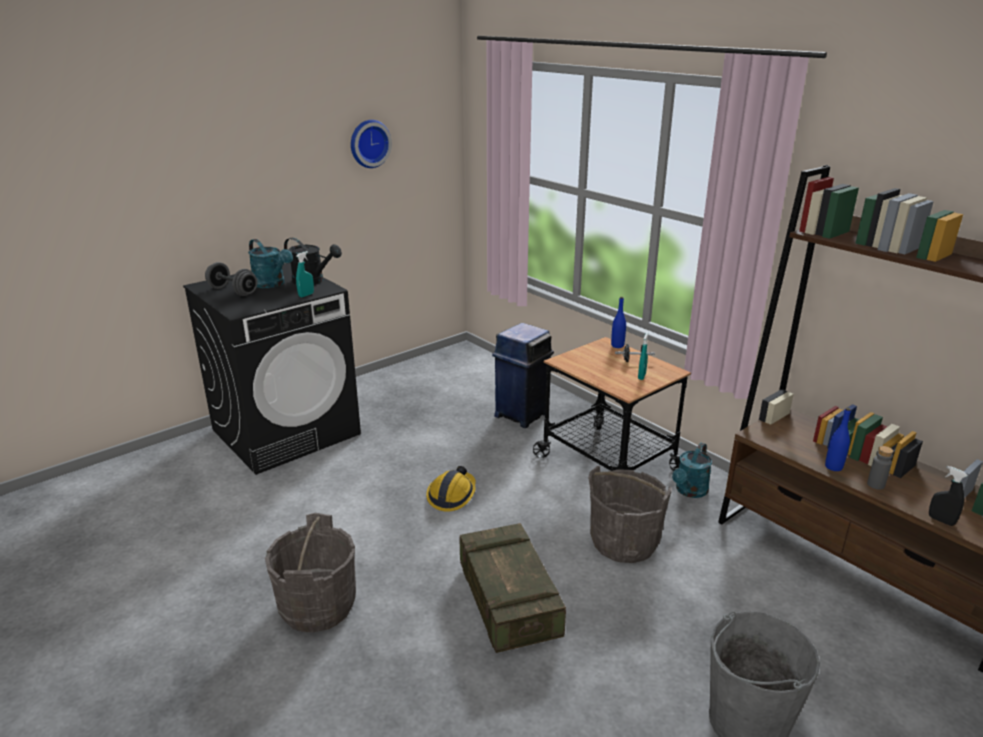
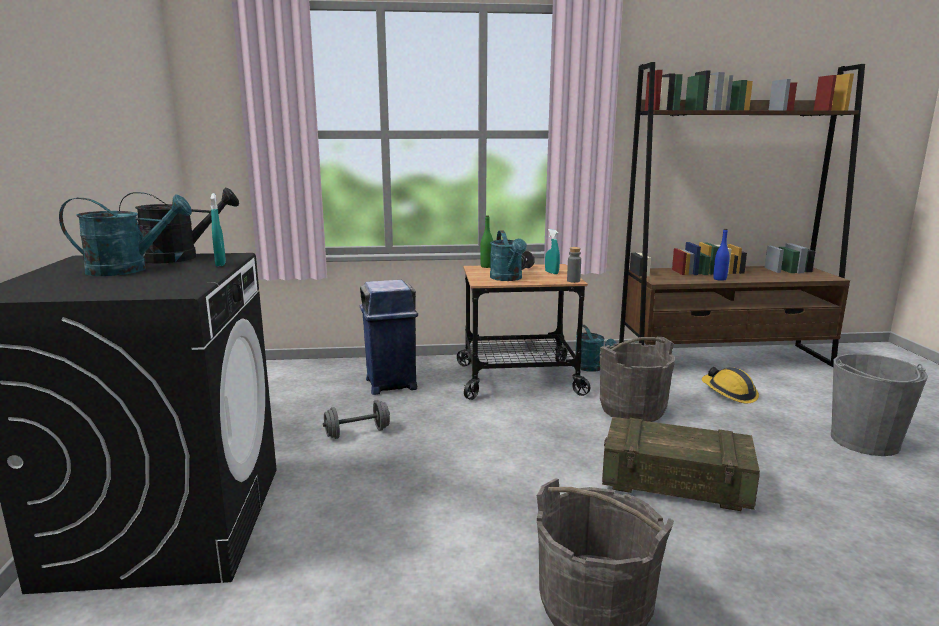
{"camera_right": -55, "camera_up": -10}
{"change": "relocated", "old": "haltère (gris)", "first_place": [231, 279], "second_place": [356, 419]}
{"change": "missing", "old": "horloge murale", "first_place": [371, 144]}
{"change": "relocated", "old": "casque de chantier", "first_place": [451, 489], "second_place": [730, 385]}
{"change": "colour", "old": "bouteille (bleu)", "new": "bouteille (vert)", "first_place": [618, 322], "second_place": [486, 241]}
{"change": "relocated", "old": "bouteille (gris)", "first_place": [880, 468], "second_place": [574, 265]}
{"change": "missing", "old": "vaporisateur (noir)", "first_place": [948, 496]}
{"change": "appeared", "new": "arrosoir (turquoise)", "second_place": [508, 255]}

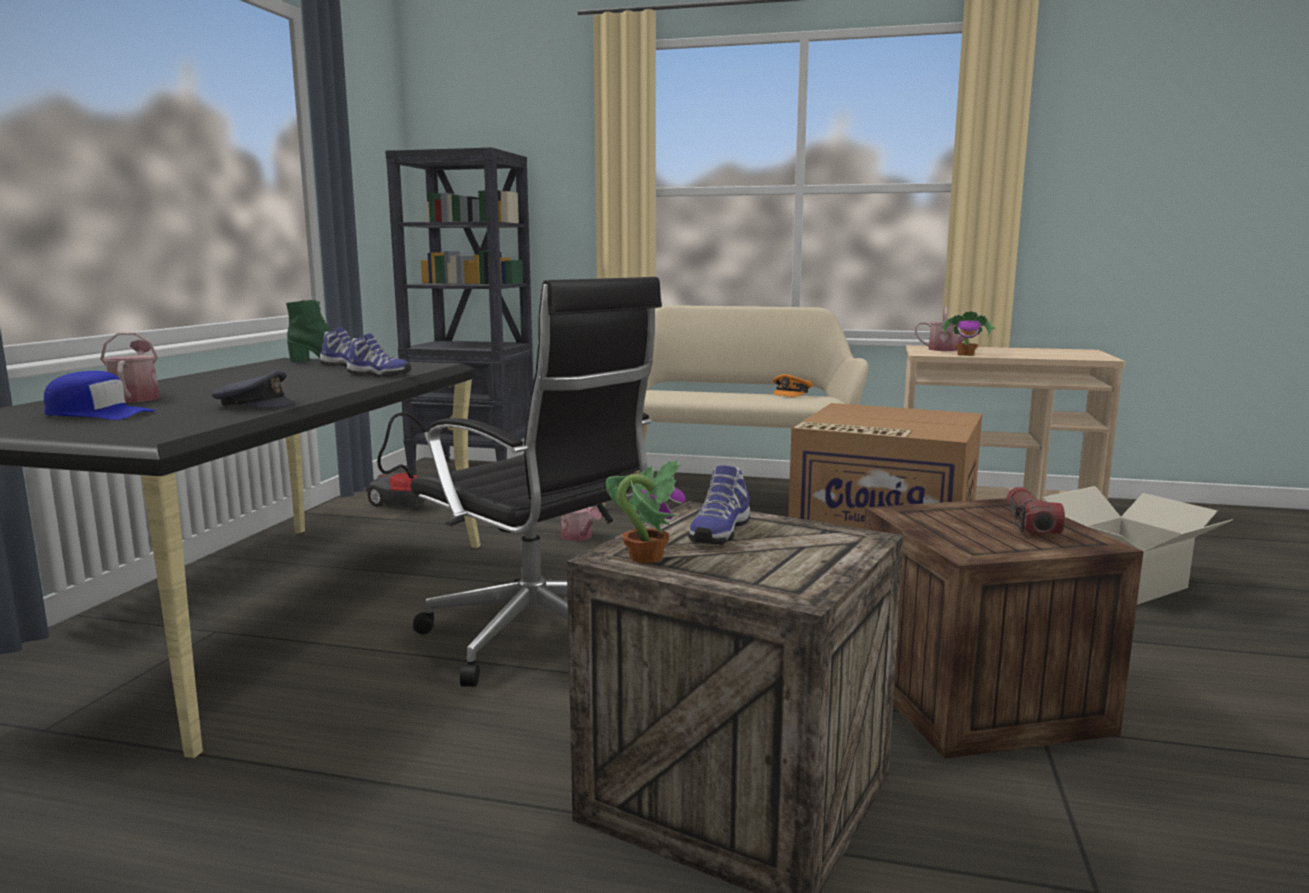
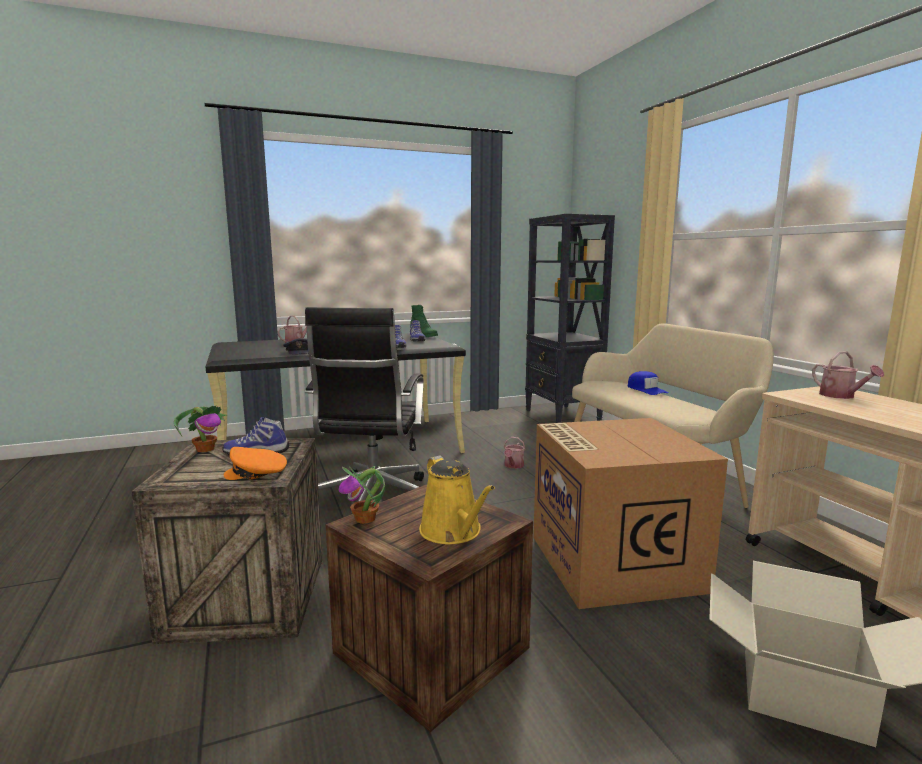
{"camera_right": 55, "camera_up": 0}
{"change": "relocated", "old": "casquette (bleu)", "first_place": [100, 395], "second_place": [648, 383]}
{"change": "missing", "old": "aspirateur", "first_place": [415, 469]}
{"change": "relocated", "old": "casquette (orange)", "first_place": [793, 385], "second_place": [255, 463]}
{"change": "relocated", "old": "plante en pot", "first_place": [968, 333], "second_place": [362, 495]}
{"change": "exchanged", "old": "lampe de poche", "new": "arrosoir (jaune)", "first_place": [1036, 511], "second_place": [457, 500]}

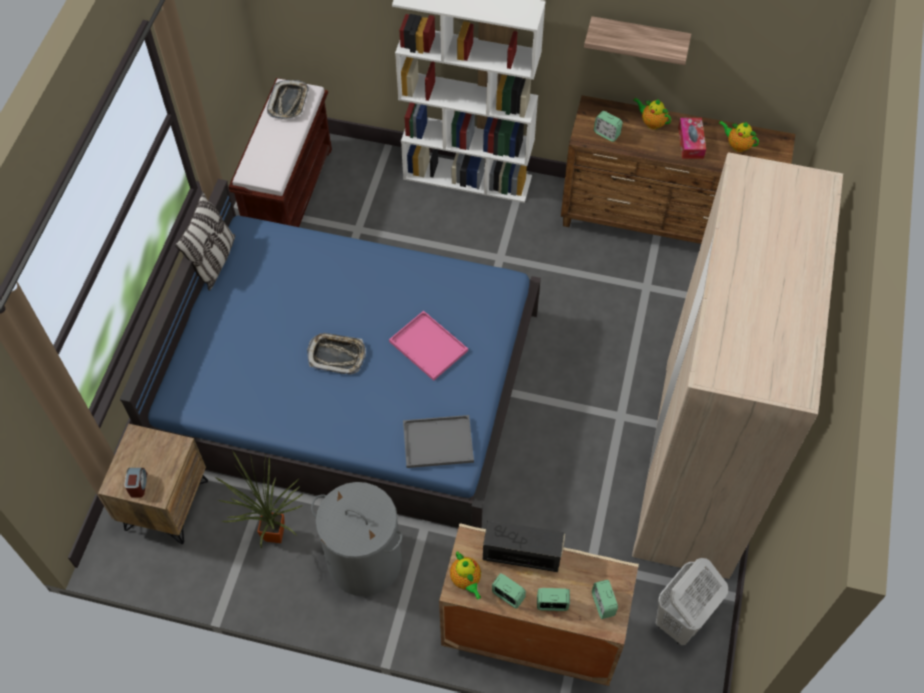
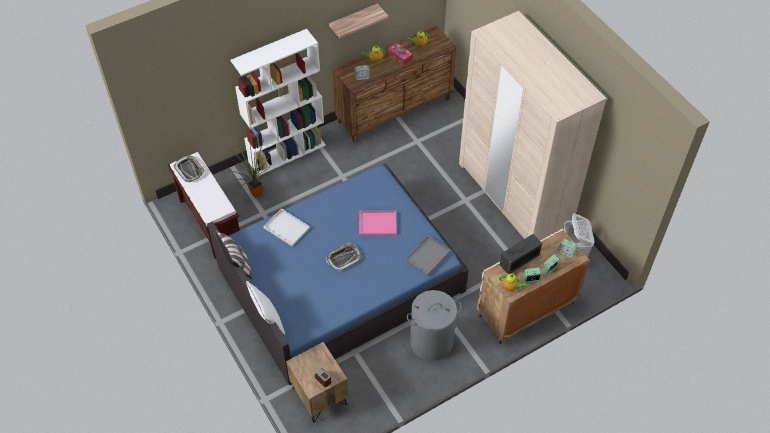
{"camera_right": -45, "camera_up": -5}
{"change": "relocated", "old": "plante en pot", "first_place": [259, 499], "second_place": [251, 167]}
{"change": "appeared", "new": "coussin (blanc)", "second_place": [265, 307]}
{"change": "appeared", "new": "plateau (blanc)", "second_place": [287, 227]}

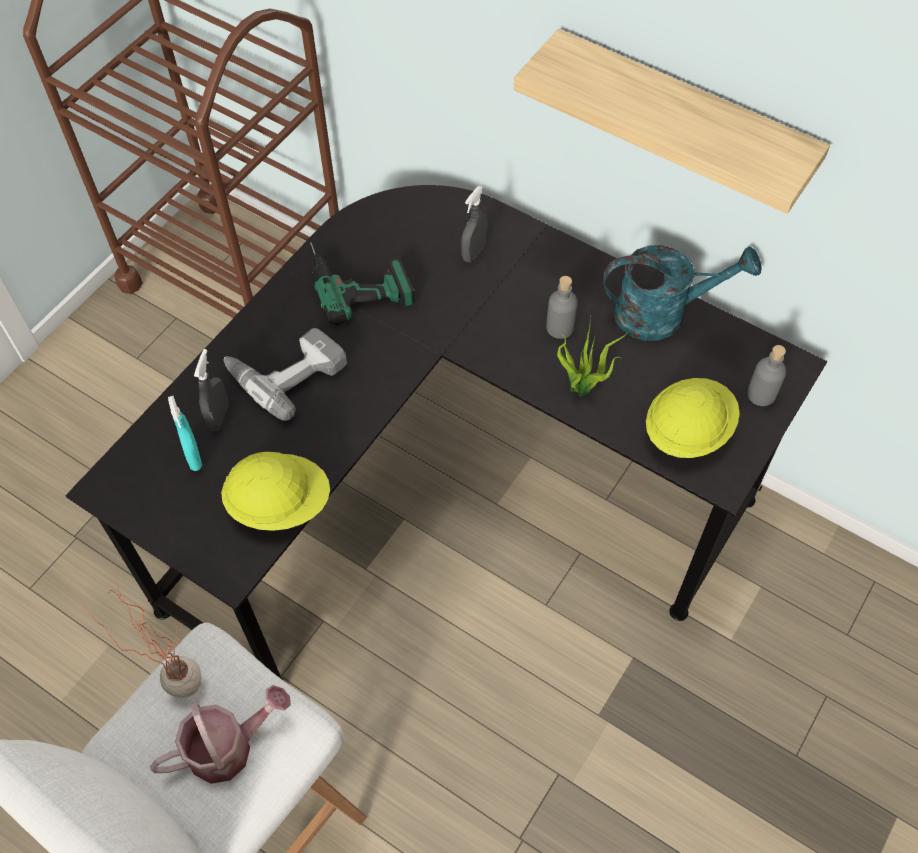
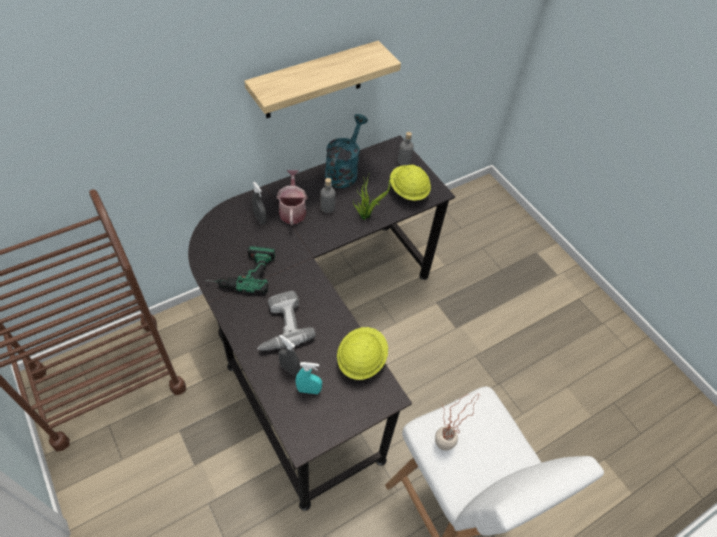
{"camera_right": -70, "camera_up": -5}
{"change": "relocated", "old": "arrosoir", "first_place": [220, 734], "second_place": [291, 198]}

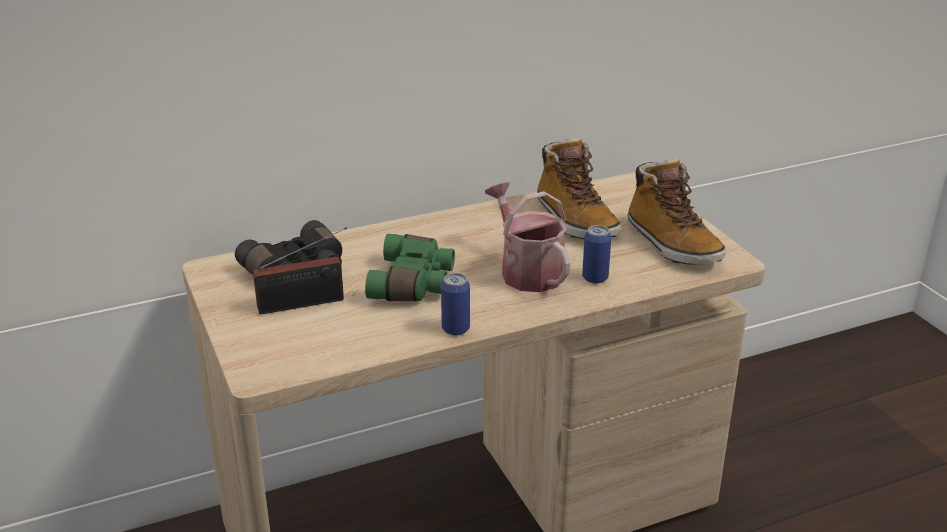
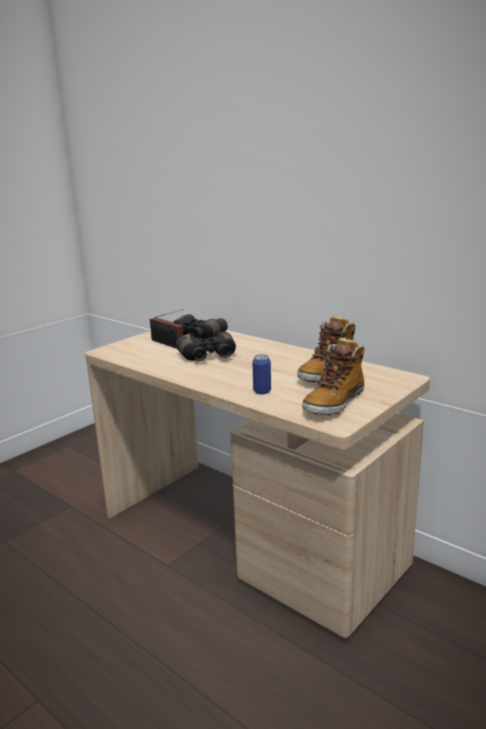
{"camera_right": 65, "camera_up": -10}
{"change": "colour", "old": "jumelles (vert)", "new": "jumelles (noir)", "first_place": [410, 267], "second_place": [206, 346]}
{"change": "missing", "old": "boîte métallique", "first_place": [455, 304]}
{"change": "missing", "old": "arrosoir", "first_place": [527, 237]}

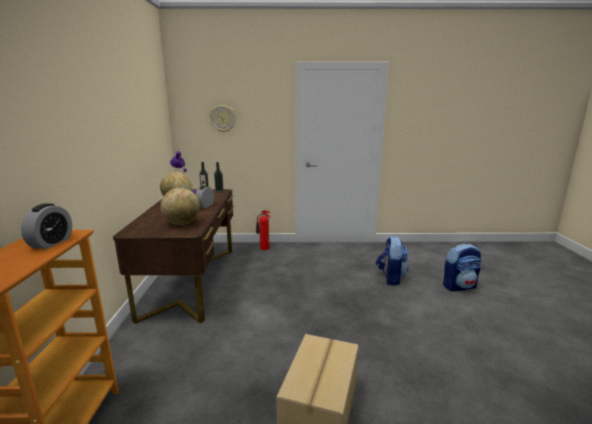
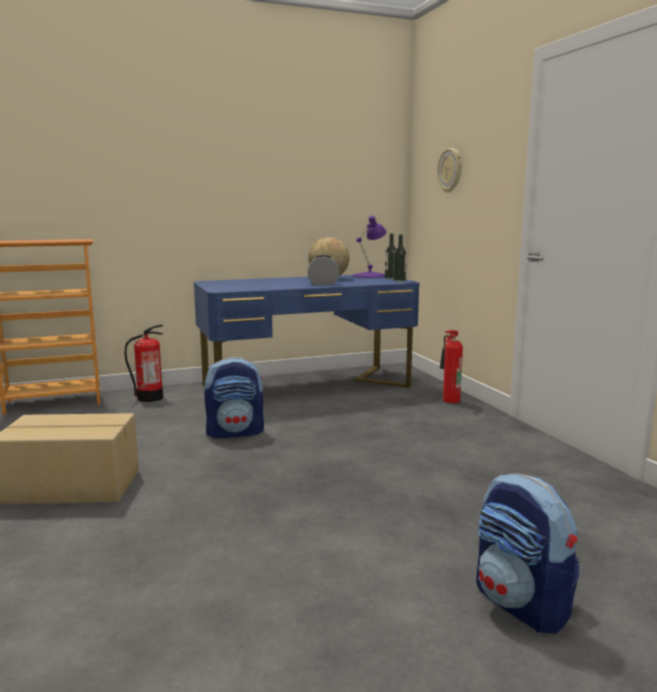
{"camera_right": 70, "camera_up": -5}
{"change": "missing", "old": "réveil", "first_place": [46, 226]}
{"change": "colour", "old": "bureau (marron)", "new": "bureau (bleu)", "first_place": [173, 256], "second_place": [307, 331]}
{"change": "missing", "old": "globe", "first_place": [180, 206]}
{"change": "relocated", "old": "sac à dos", "first_place": [392, 261], "second_place": [234, 397]}
{"change": "appeared", "new": "extincteur", "second_place": [143, 363]}

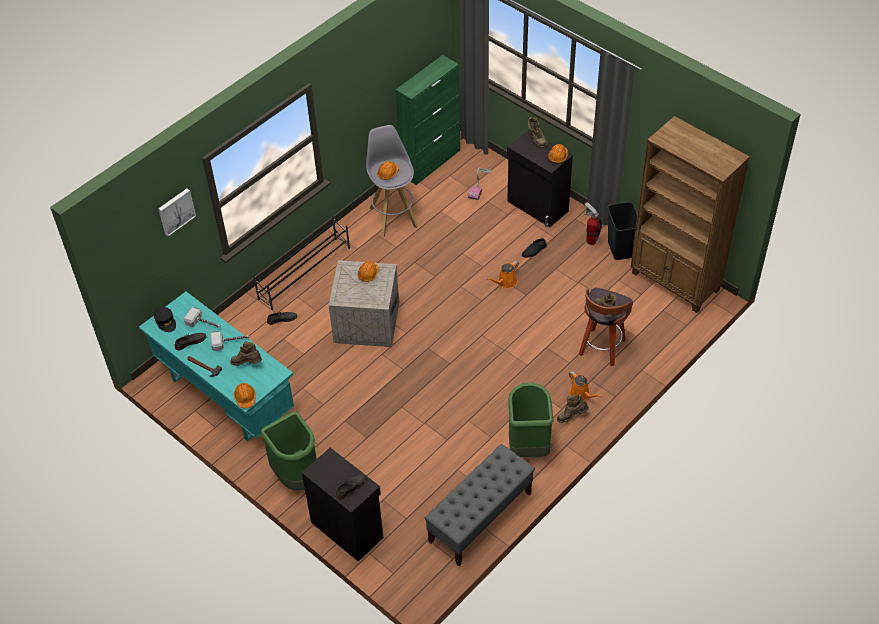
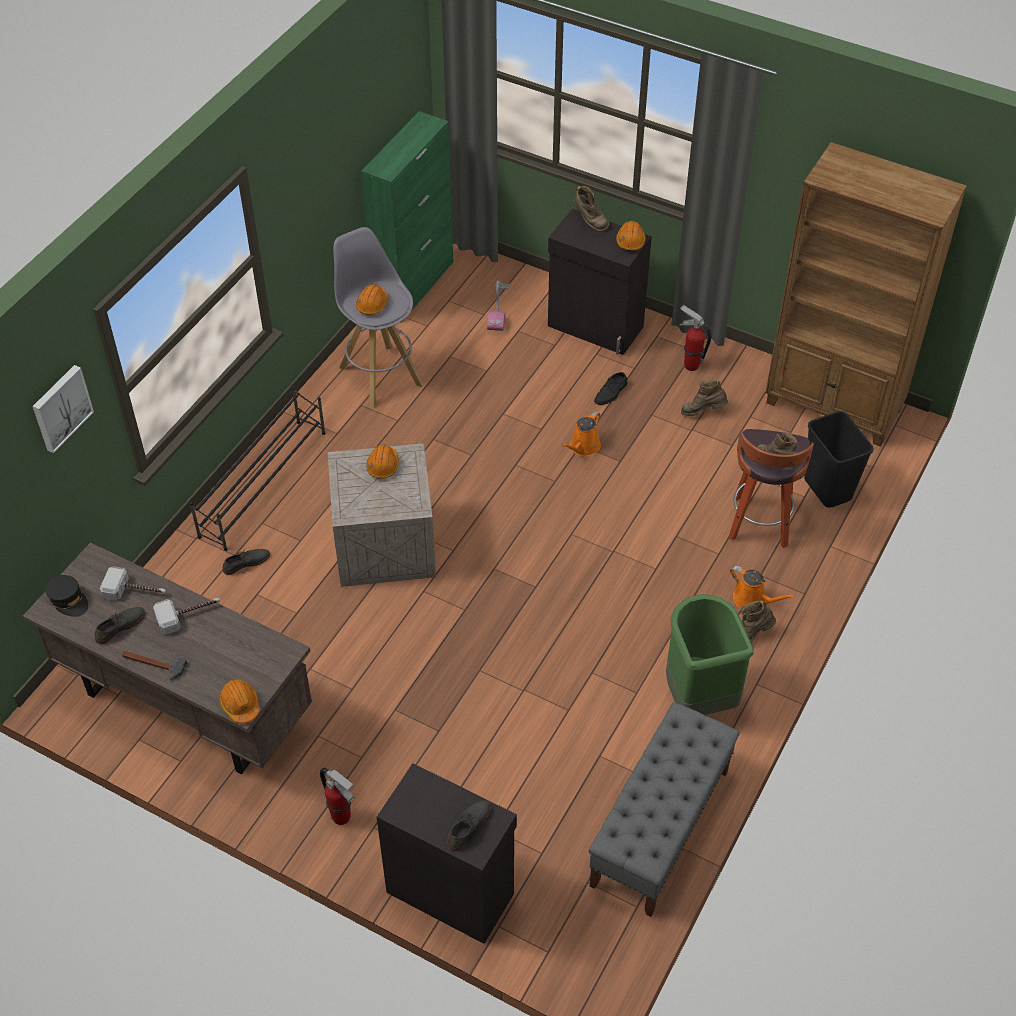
{"camera_right": -15, "camera_up": 0}
{"change": "colour", "old": "bureau (turquoise)", "new": "bureau (marron)", "first_place": [216, 366], "second_place": [167, 658]}
{"change": "relocated", "old": "botte (marron)", "first_place": [246, 353], "second_place": [704, 398]}
{"change": "exchanged", "old": "poubelle (vert)", "new": "extincteur", "first_place": [289, 450], "second_place": [337, 796]}
{"change": "relocated", "old": "poubelle (noir)", "first_place": [622, 231], "second_place": [839, 459]}

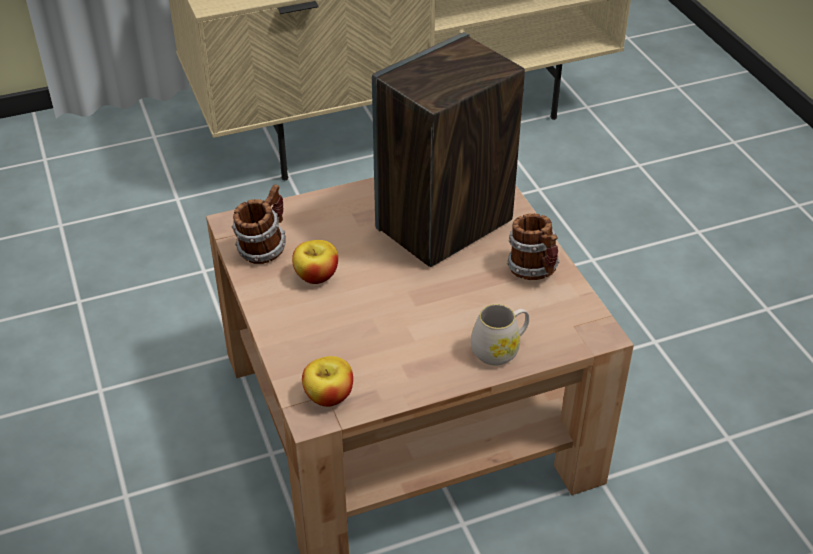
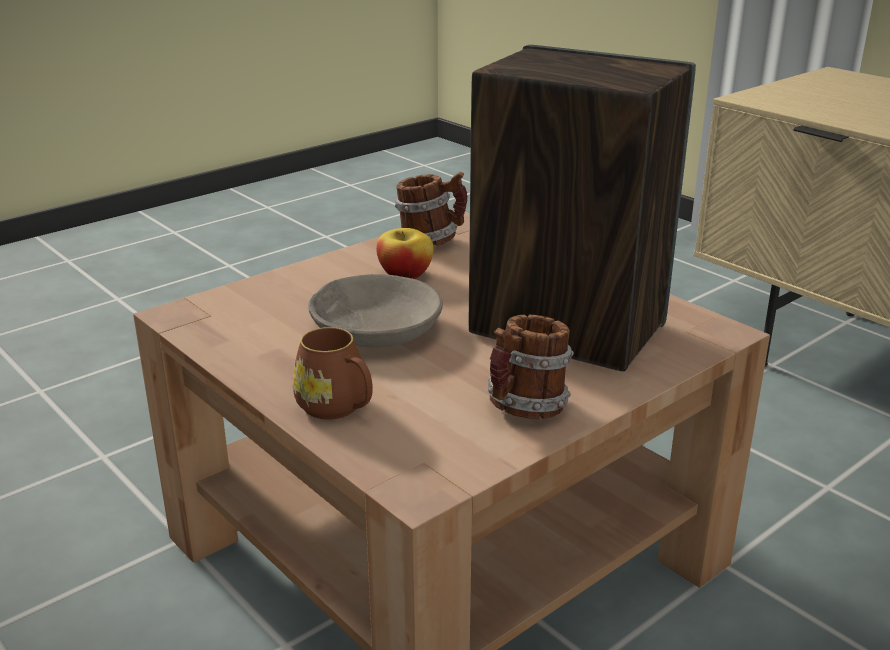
{"camera_right": 70, "camera_up": -15}
{"change": "missing", "old": "pomme", "first_place": [327, 381]}
{"change": "colour", "old": "mug (blanc)", "new": "mug (marron)", "first_place": [500, 335], "second_place": [333, 373]}
{"change": "appeared", "new": "bol (gris)", "second_place": [375, 310]}

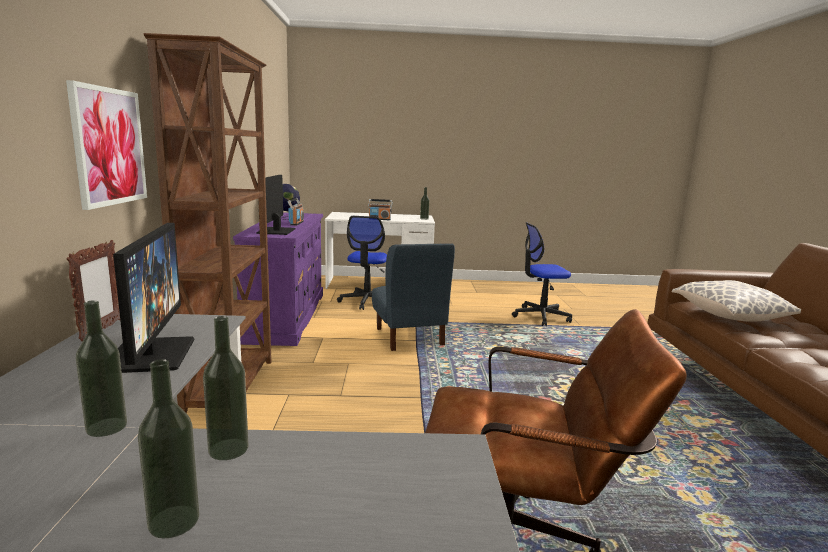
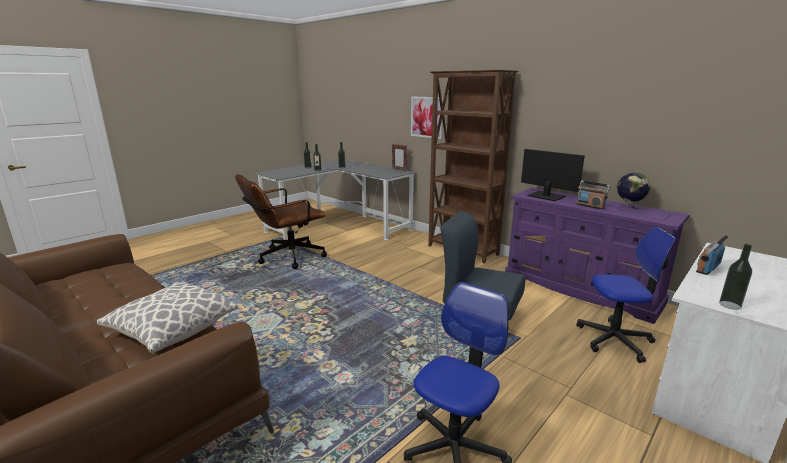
{"camera_right": 135, "camera_up": 5}
{"change": "missing", "old": "écran d'ordinateur", "first_place": [153, 298]}
{"change": "spun", "old": "chaise de bureau", "first_place": [362, 263], "second_place": [626, 295], "degrees": 135}

